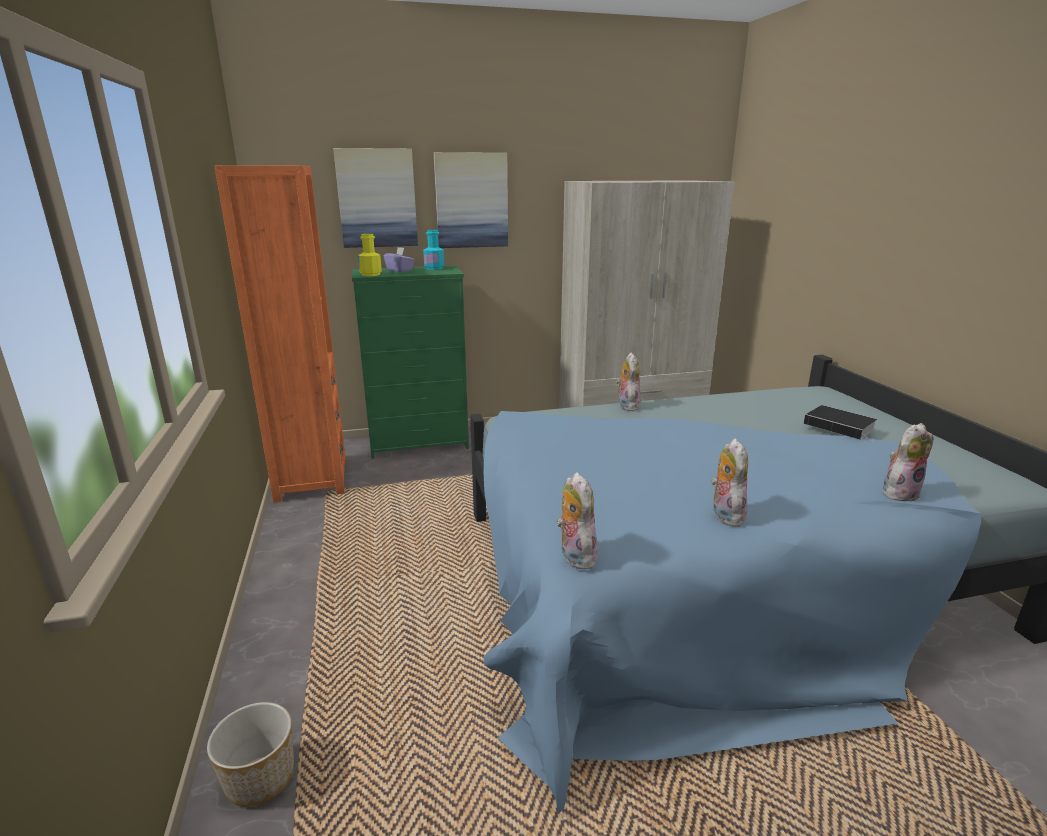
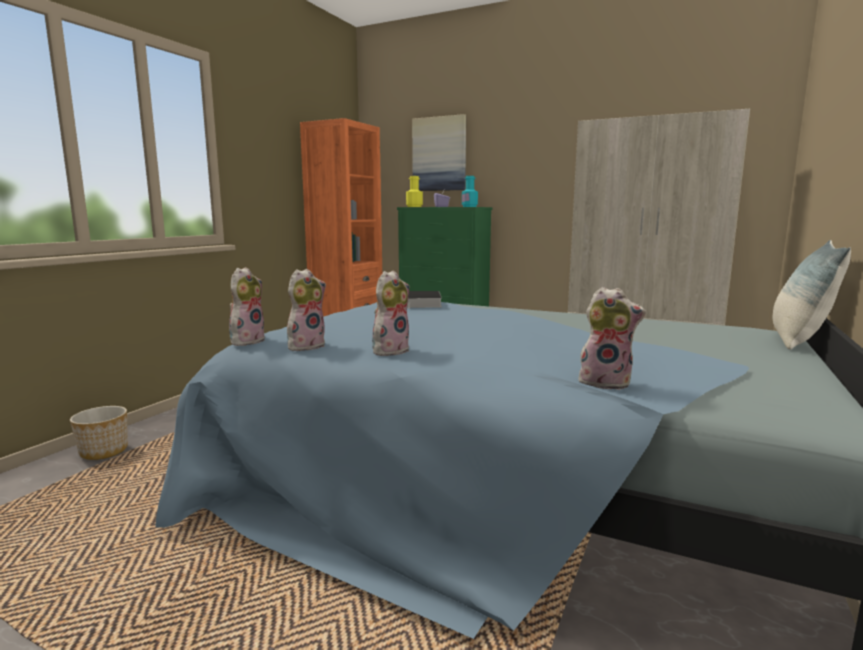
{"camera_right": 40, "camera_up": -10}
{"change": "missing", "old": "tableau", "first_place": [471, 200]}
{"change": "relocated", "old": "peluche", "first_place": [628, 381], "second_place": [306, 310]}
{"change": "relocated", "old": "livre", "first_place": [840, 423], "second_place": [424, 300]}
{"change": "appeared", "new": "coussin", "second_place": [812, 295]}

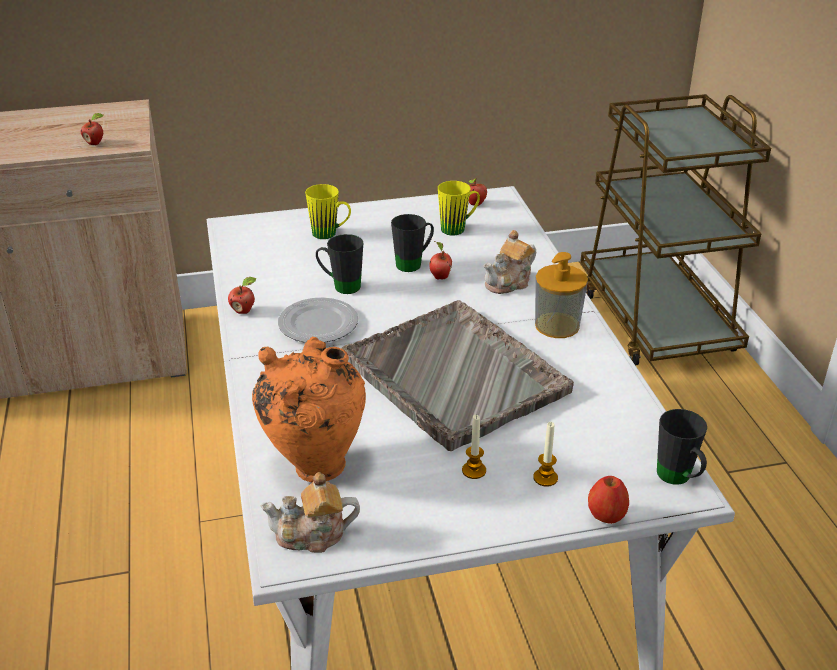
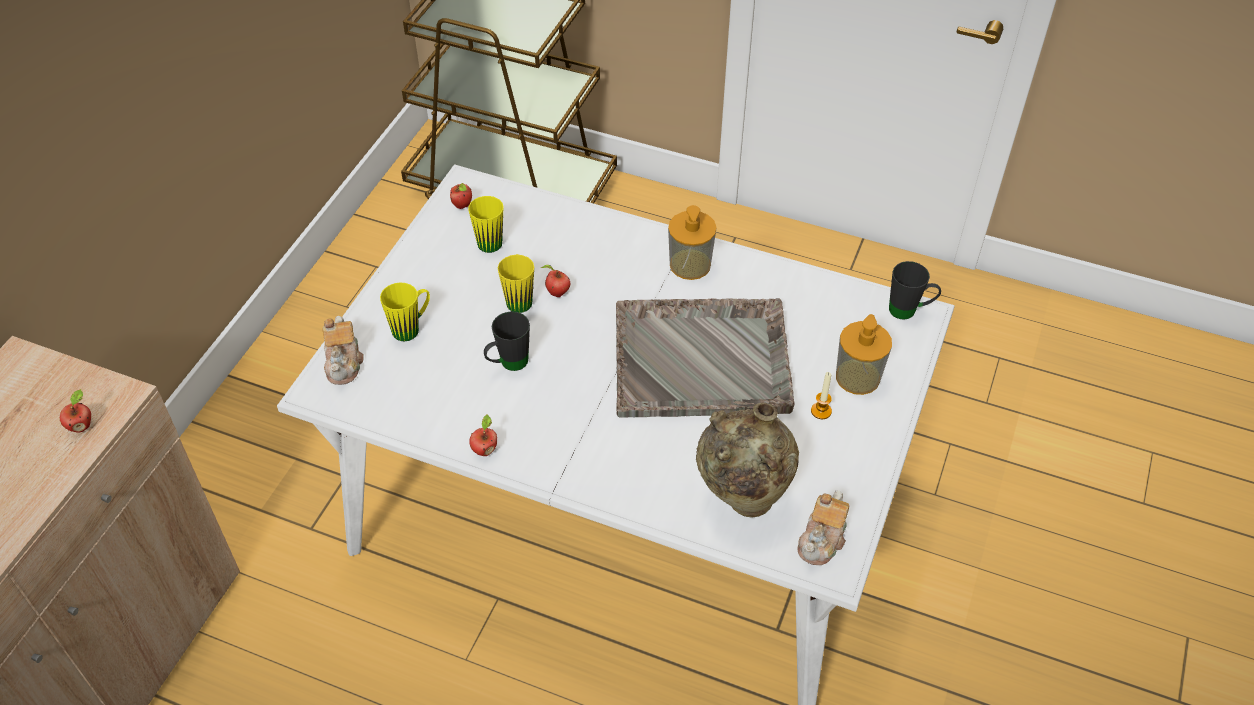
{"camera_right": -55, "camera_up": 15}
{"change": "colour", "old": "vase (orange)", "new": "vase (beige)", "first_place": [309, 409], "second_place": [747, 460]}
{"change": "missing", "old": "assiette", "first_place": [318, 320]}
{"change": "colour", "old": "mug (noir)", "new": "mug (jaune)", "first_place": [412, 243], "second_place": [516, 283]}
{"change": "relocated", "old": "théière", "first_place": [509, 262], "second_place": [343, 350]}
{"change": "exchanged", "old": "bougie", "new": "distributeur de savon", "first_place": [545, 454], "second_place": [864, 354]}
{"change": "missing", "old": "pomme", "first_place": [608, 500]}

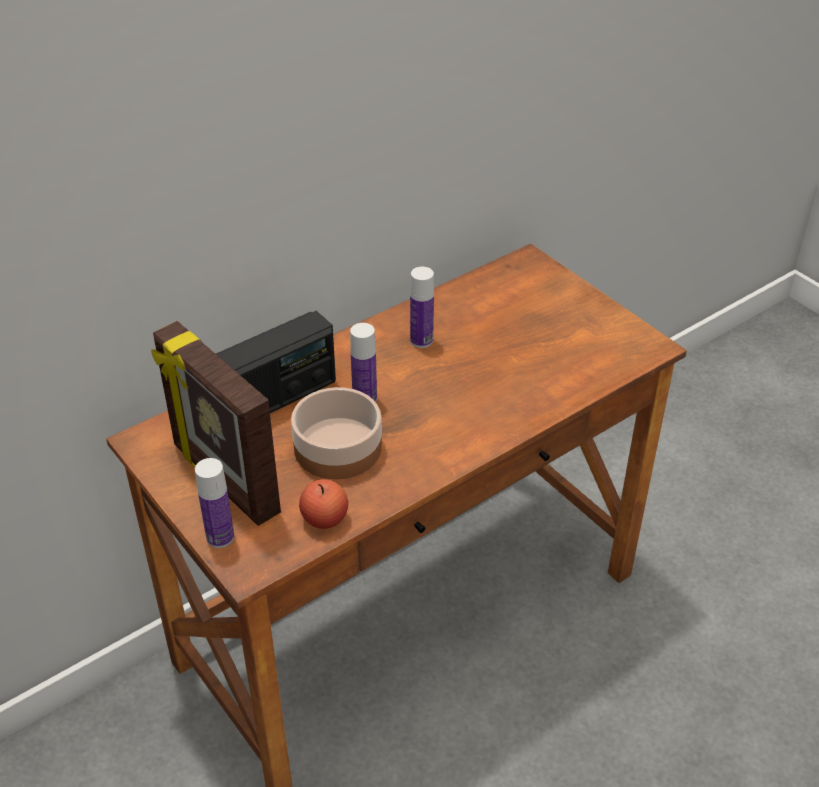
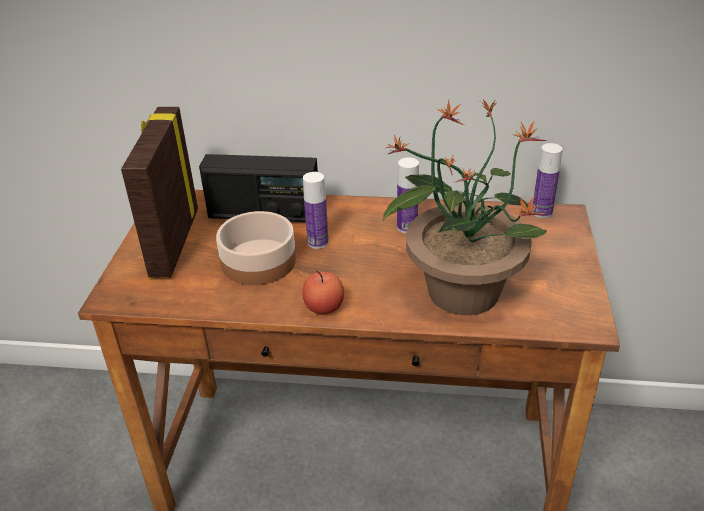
{"camera_right": 45, "camera_up": -5}
{"change": "relocated", "old": "bouteille", "first_place": [214, 503], "second_place": [547, 180]}
{"change": "relocated", "old": "pomme", "first_place": [323, 504], "second_place": [323, 292]}
{"change": "appeared", "new": "plante en pot", "second_place": [465, 207]}

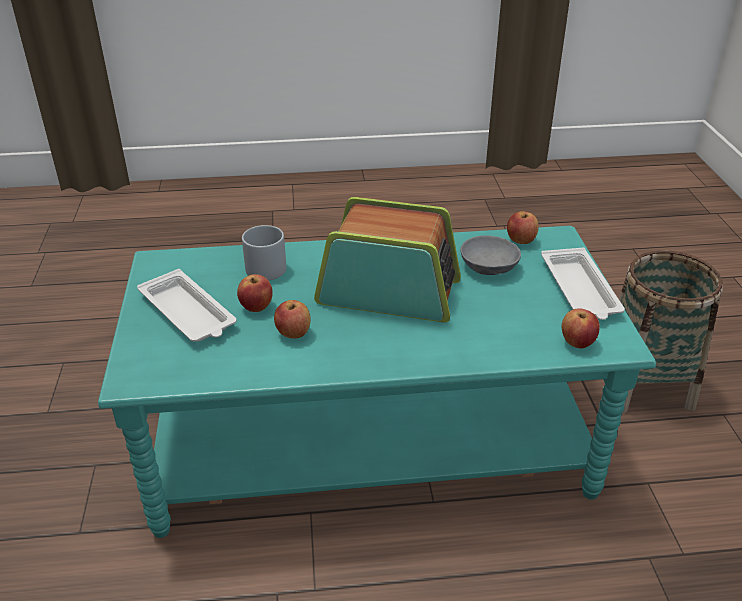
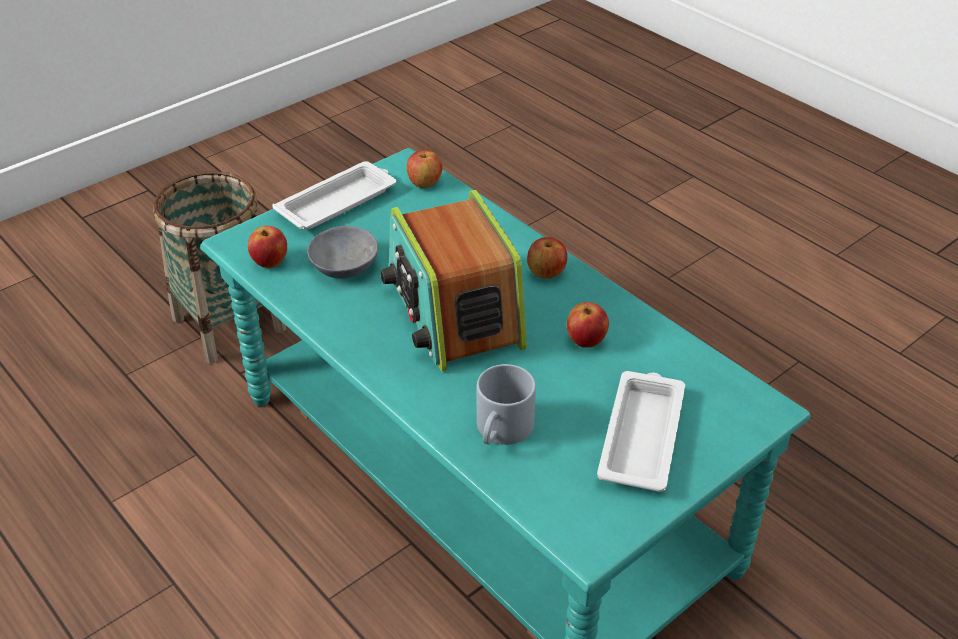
{"camera_right": -125, "camera_up": 5}
{"change": "relocated", "old": "pomme", "first_place": [255, 293], "second_place": [547, 257]}

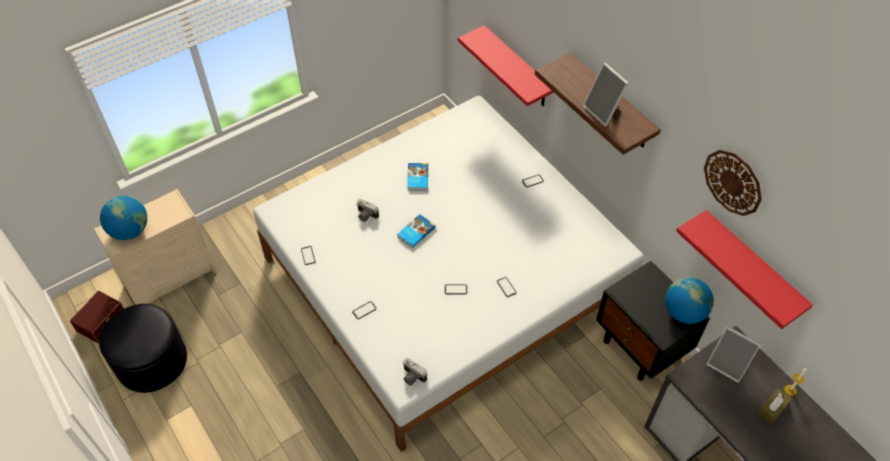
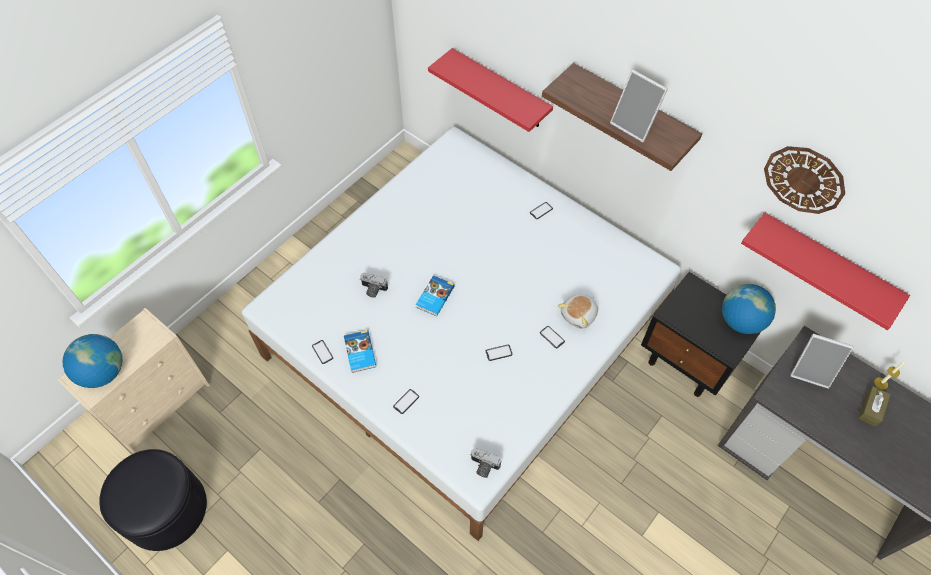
{"camera_right": -15, "camera_up": 5}
{"change": "missing", "old": "boîte de rangement (marron)", "first_place": [97, 317]}
{"change": "relocated", "old": "livre", "first_place": [417, 177], "second_place": [360, 351]}
{"change": "appeared", "new": "peluche", "second_place": [578, 311]}

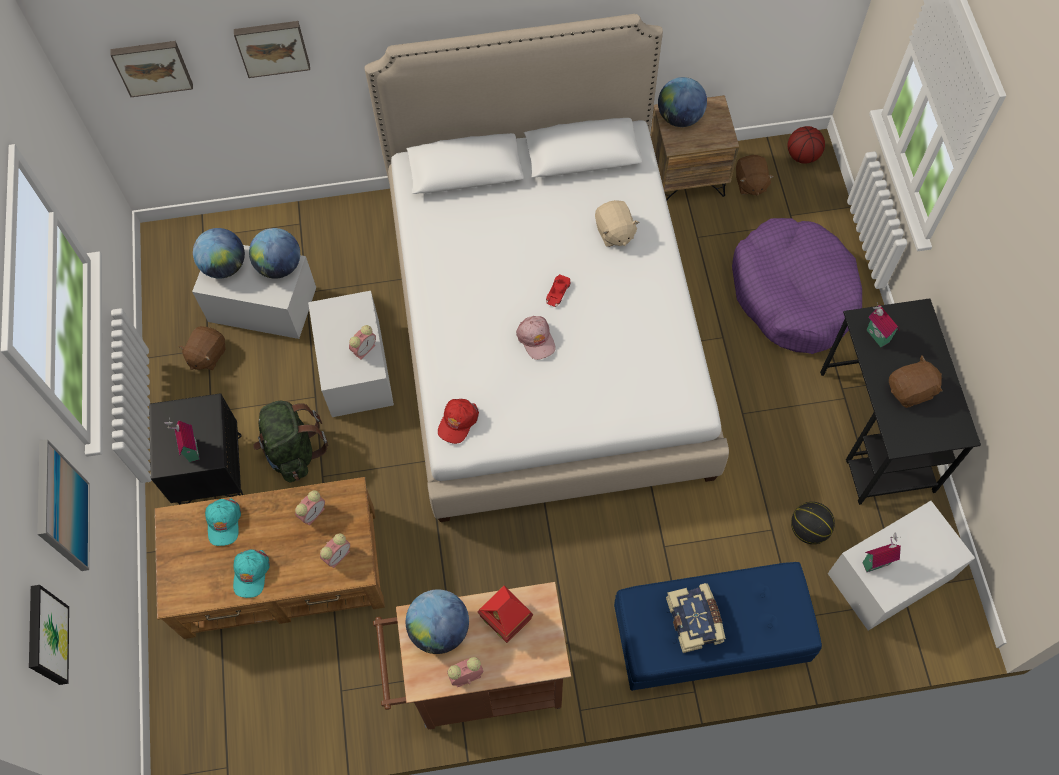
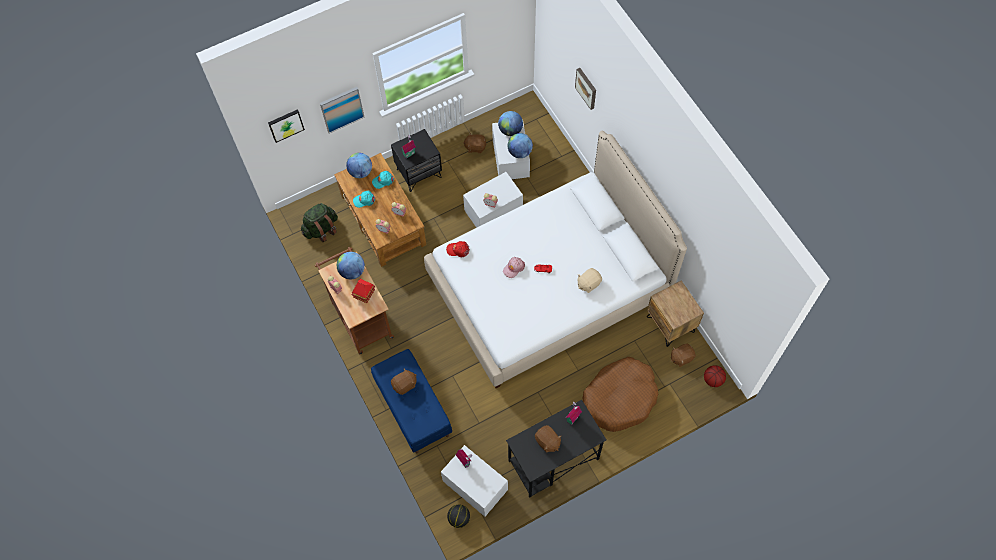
{"camera_right": 70, "camera_up": 0}
{"change": "missing", "old": "tableau", "first_place": [151, 69]}
{"change": "relocated", "old": "sac à dos (vert)", "first_place": [290, 441], "second_place": [319, 223]}
{"change": "relocated", "old": "globe", "first_place": [682, 102], "second_place": [359, 165]}
{"change": "exchanged", "old": "livre", "new": "peluche (marron)", "first_place": [696, 618], "second_place": [404, 381]}
{"change": "colour", "old": "panier pour chien (violet)", "new": "panier pour chien (marron)", "first_place": [797, 286], "second_place": [620, 394]}
{"change": "relocated", "old": "ballon de basket", "first_place": [813, 523], "second_place": [458, 516]}

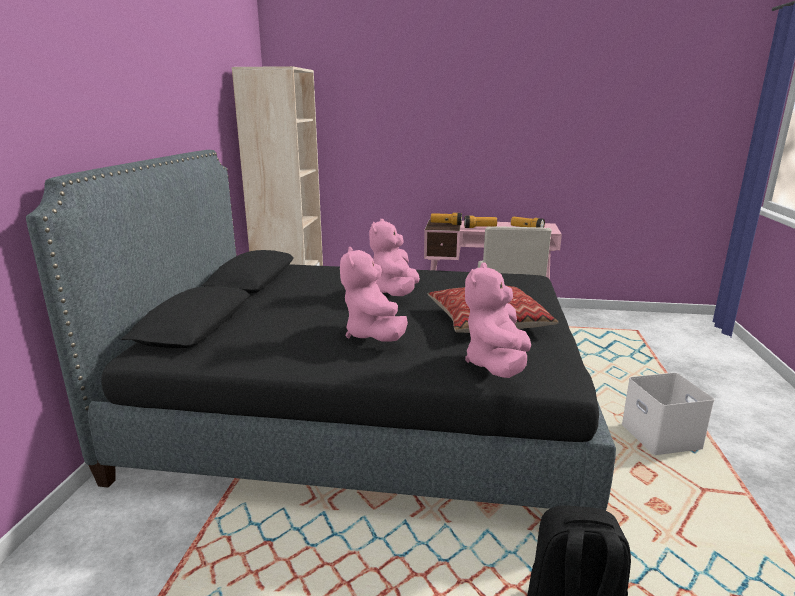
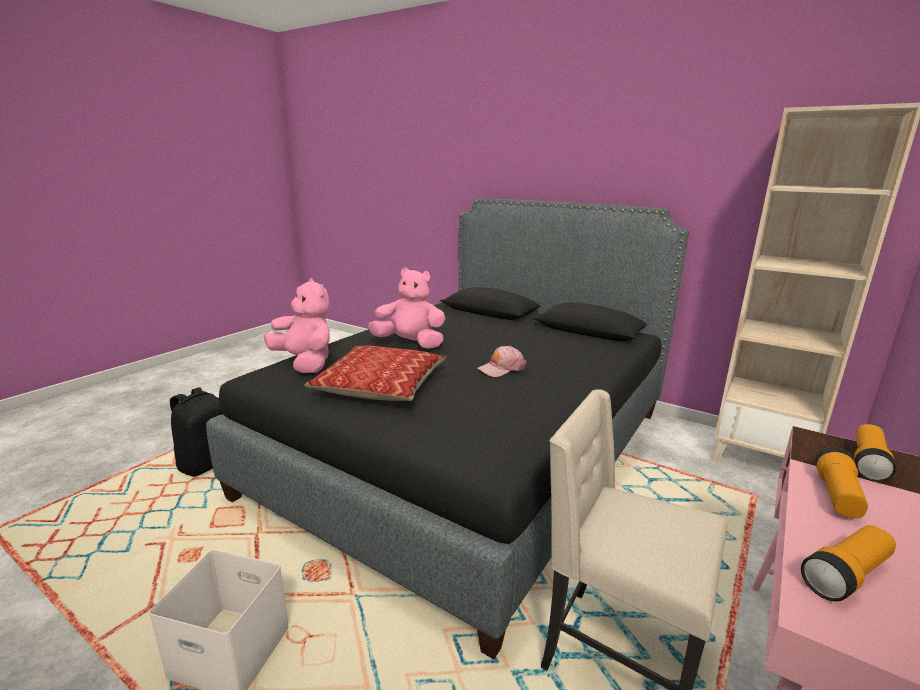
{"camera_right": 115, "camera_up": 0}
{"change": "exchanged", "old": "peluche (rose)", "new": "casquette (rose)", "first_place": [394, 257], "second_place": [501, 361]}

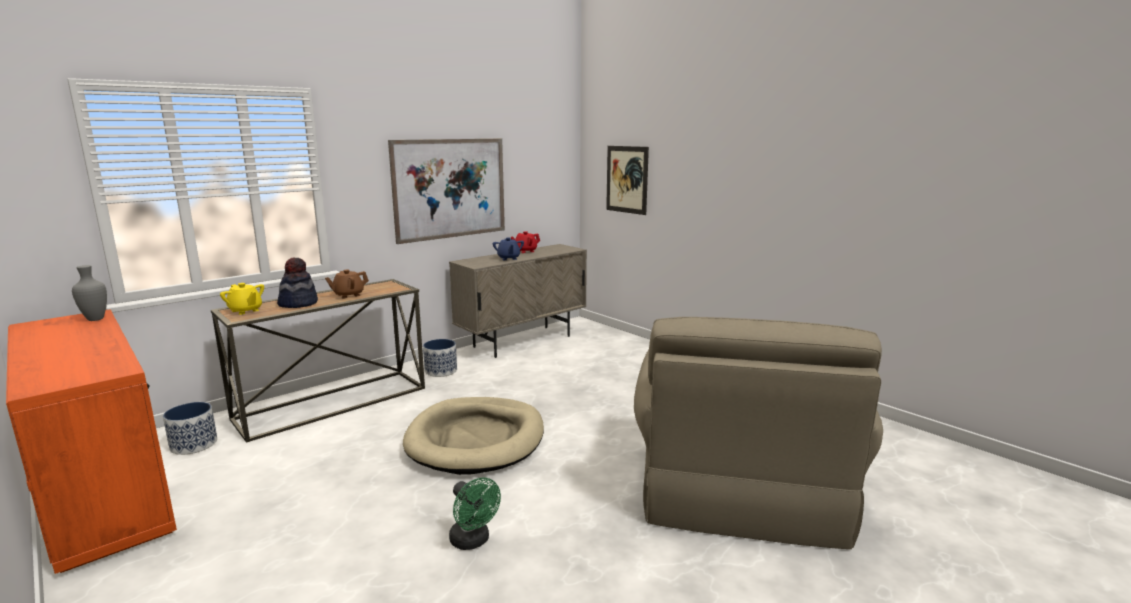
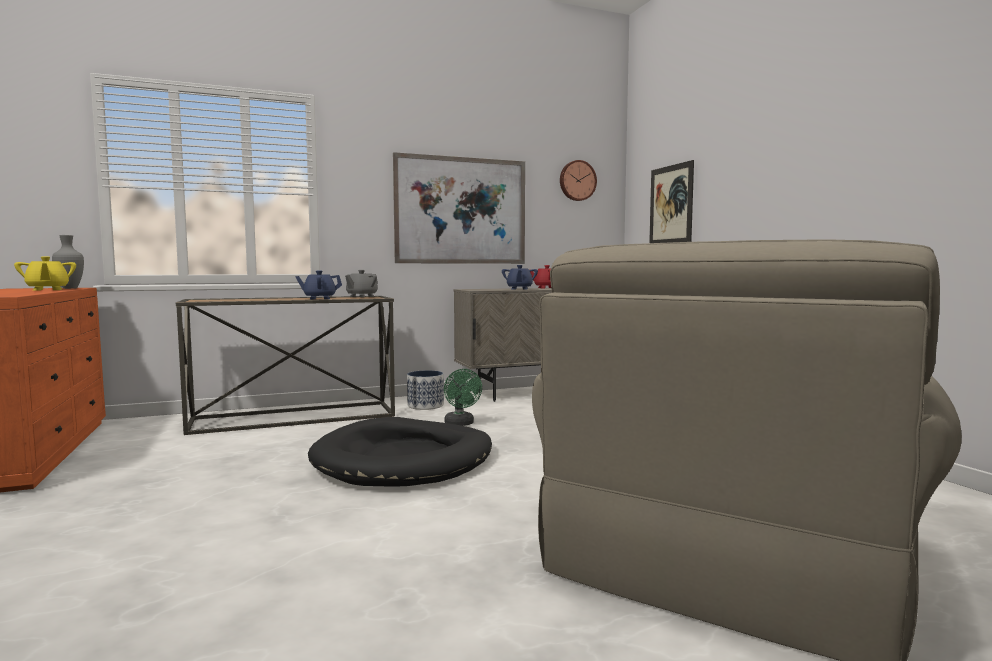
{"camera_right": 20, "camera_up": -10}
{"change": "missing", "old": "cache-pot", "first_place": [190, 428]}
{"change": "relocated", "old": "théière (jaune)", "first_place": [242, 299], "second_place": [45, 273]}
{"change": "missing", "old": "chapeau", "first_place": [297, 282]}
{"change": "colour", "old": "théière (marron)", "new": "théière (bleu)", "first_place": [347, 283], "second_place": [318, 285]}
{"change": "colour", "old": "panier pour chien (beige)", "new": "panier pour chien (noir)", "first_place": [473, 436], "second_place": [400, 452]}
{"change": "relocated", "old": "ventilateur (vert)", "first_place": [475, 513], "second_place": [463, 397]}
{"change": "appeared", "new": "théière (gris)", "second_place": [361, 283]}
{"change": "appeared", "new": "horloge murale", "second_place": [578, 180]}

